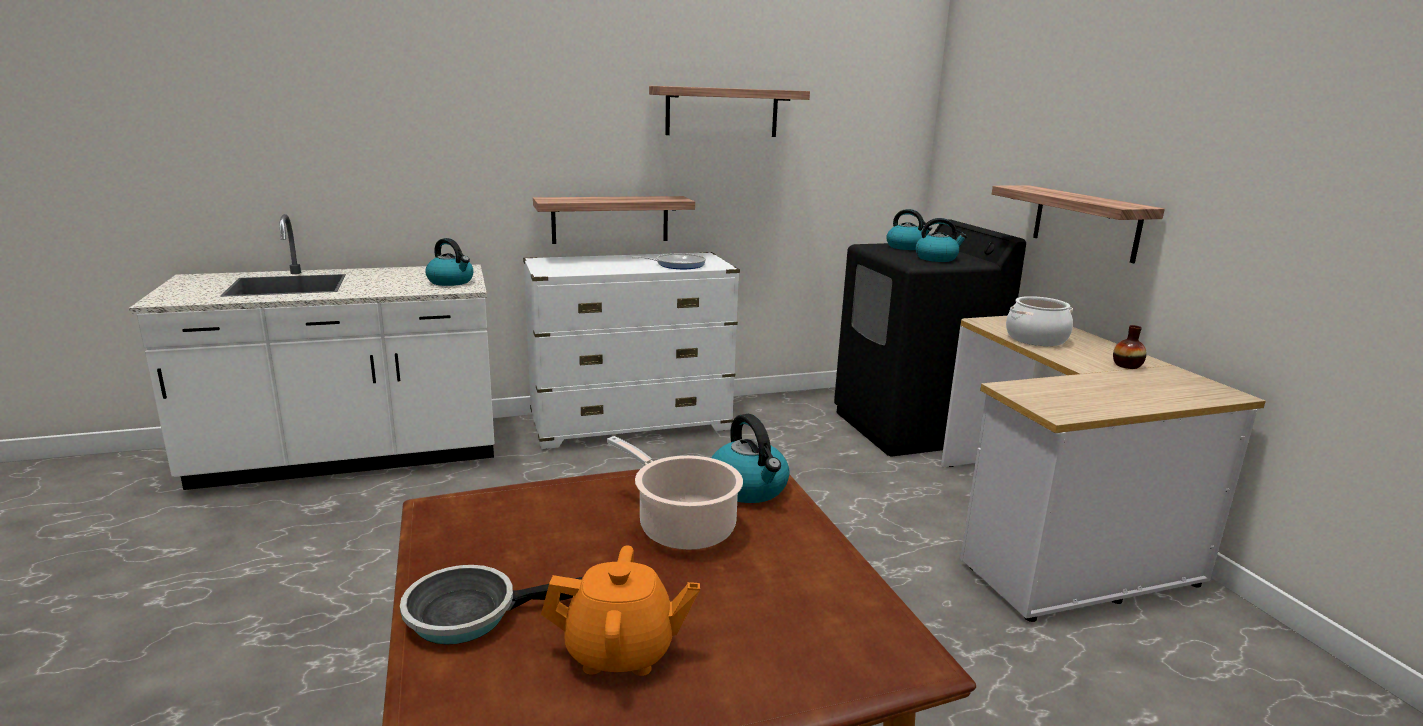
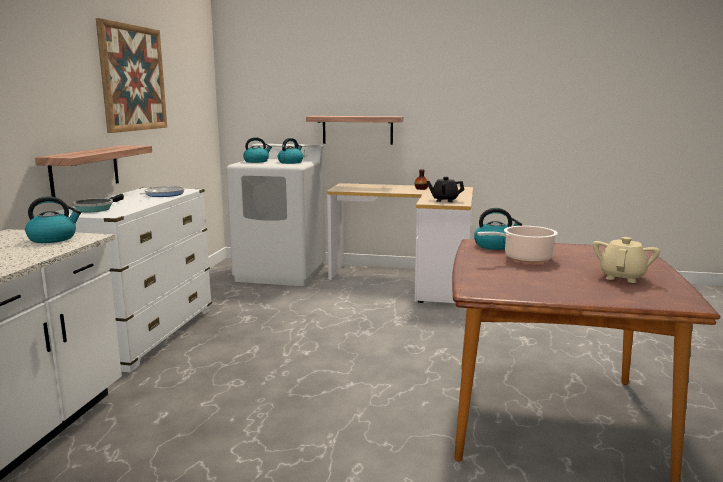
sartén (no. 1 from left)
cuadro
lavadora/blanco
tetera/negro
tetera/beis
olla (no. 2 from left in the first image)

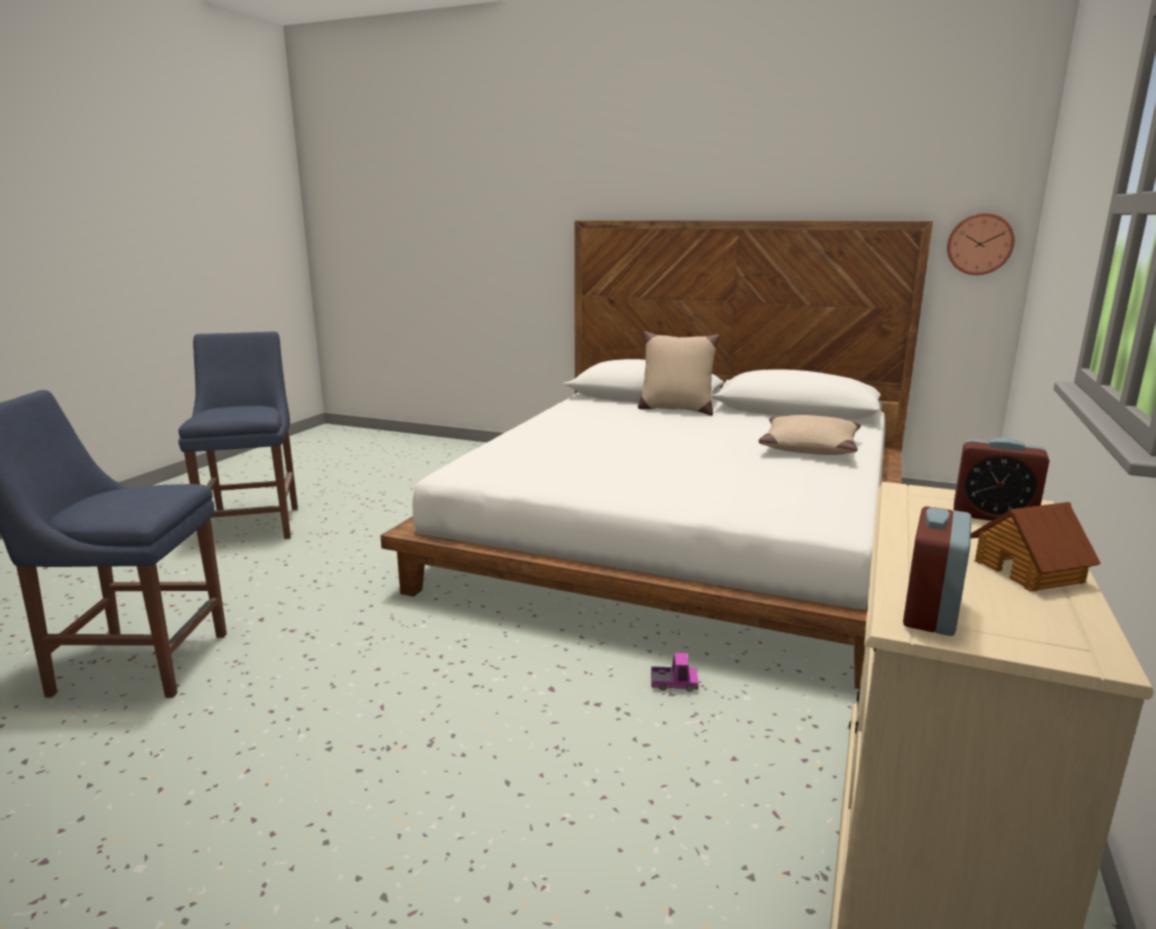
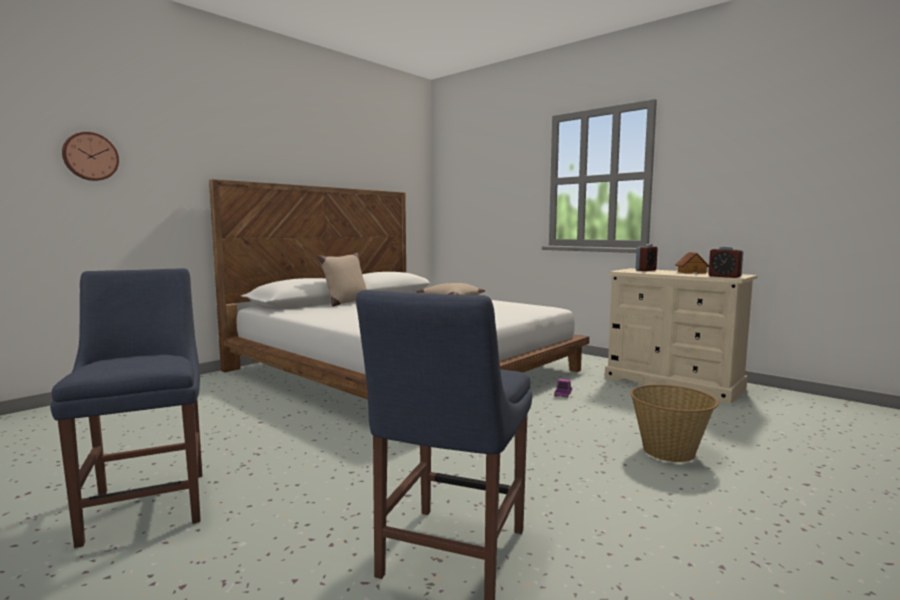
silla/azul (no. 1 from left)
reloj de pared
cesta

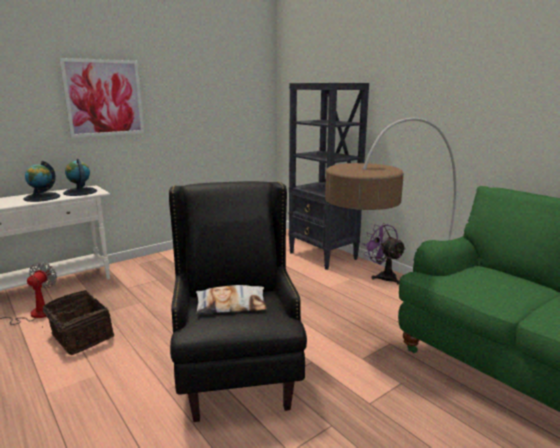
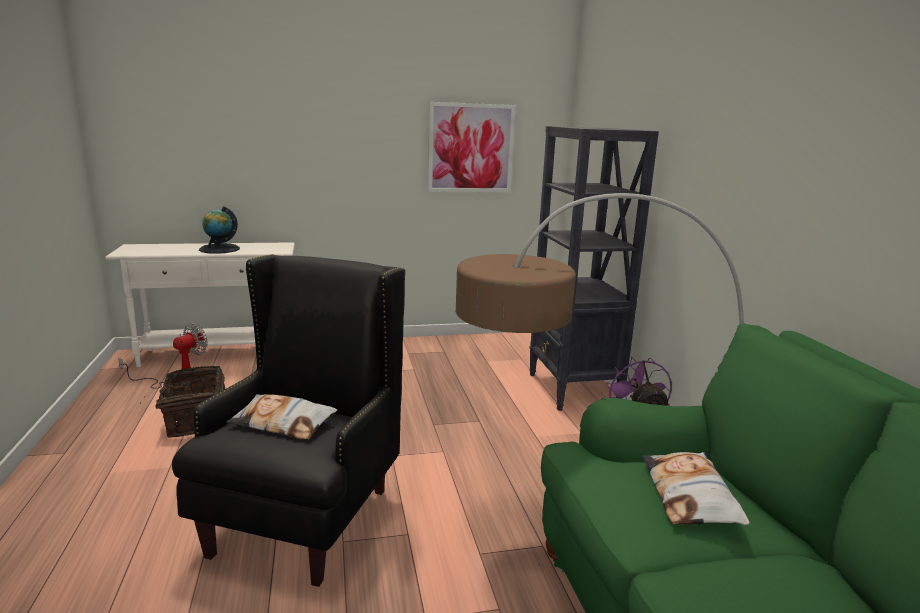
cuadro
cojín (no. 2 from left)
globo terráqueo (no. 2 from left in the first image)

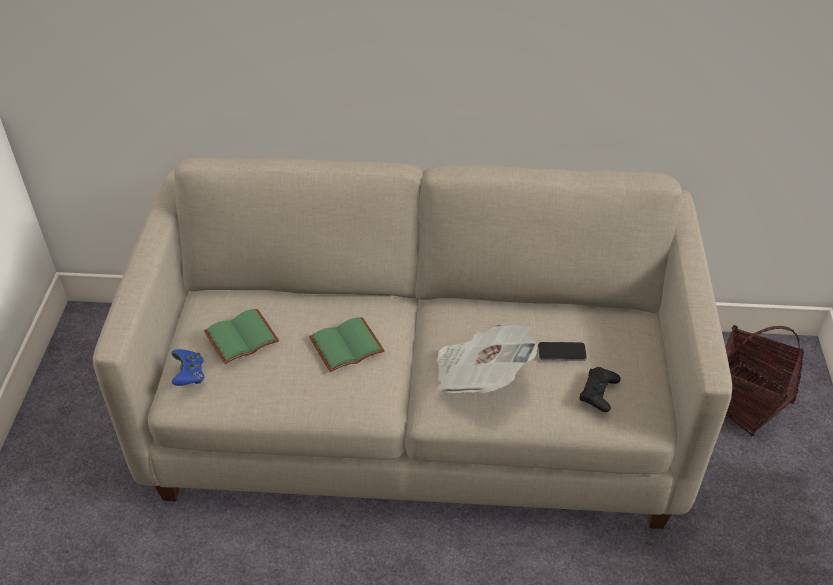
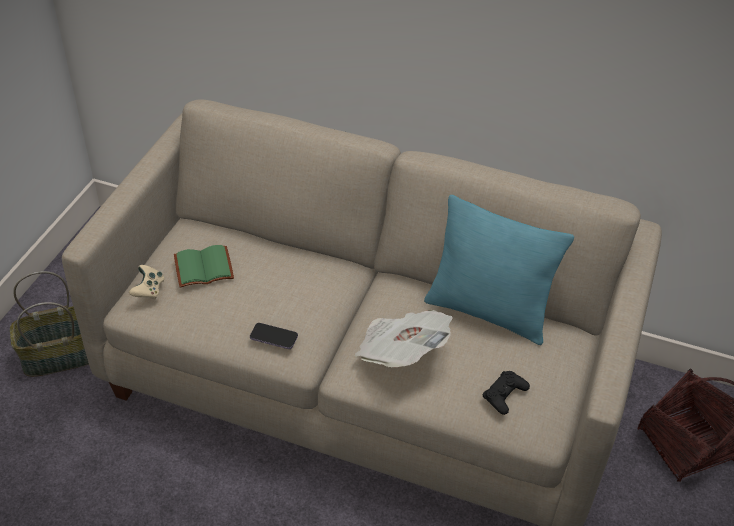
cesta (no. 1 from left)
mando de consola/beis
móvil
cojín/turquesa
libro/verde (no. 2 from left in the first image)

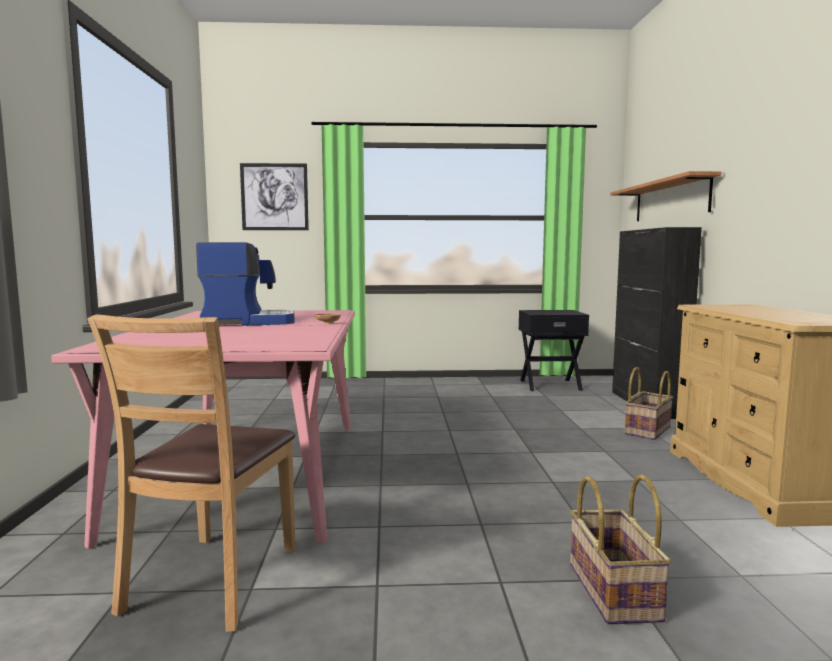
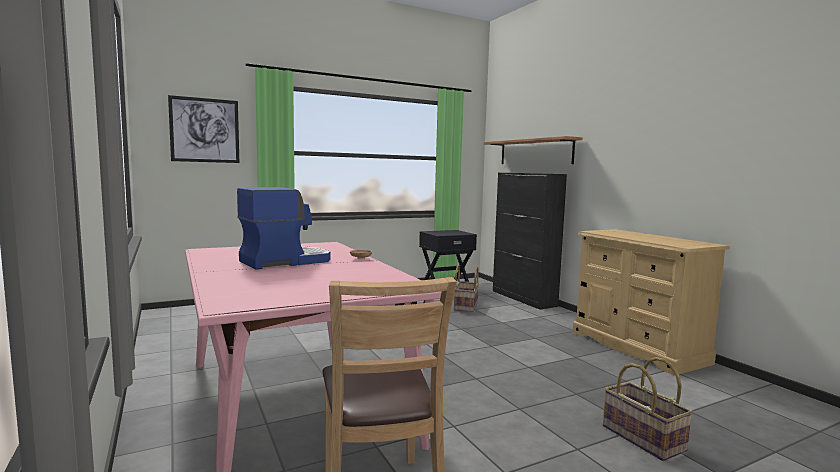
cesta (no. 1 from left)

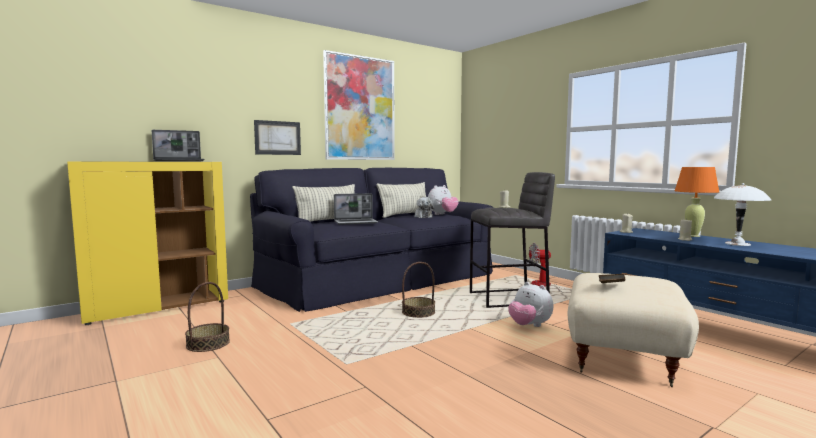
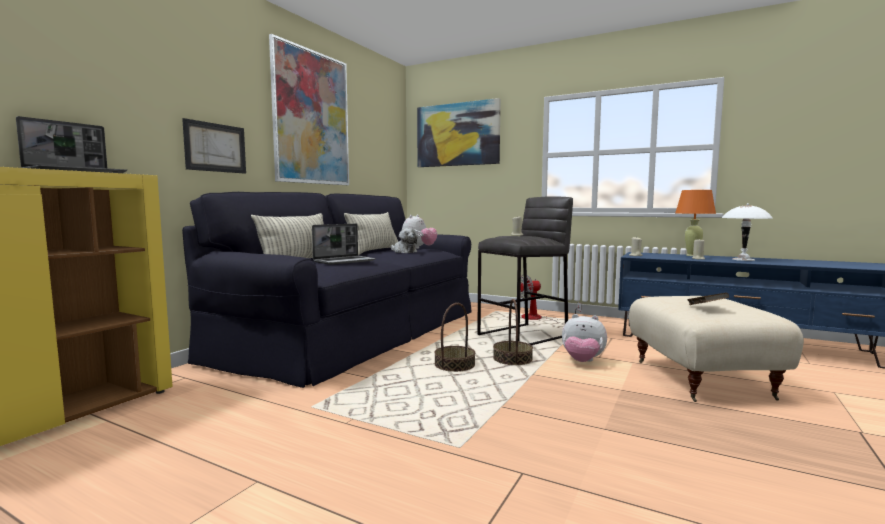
cuadro (no. 3 from left)
cesta (no. 2 from left)

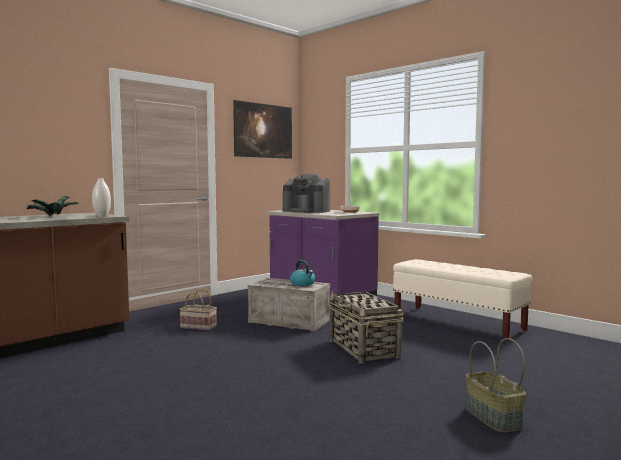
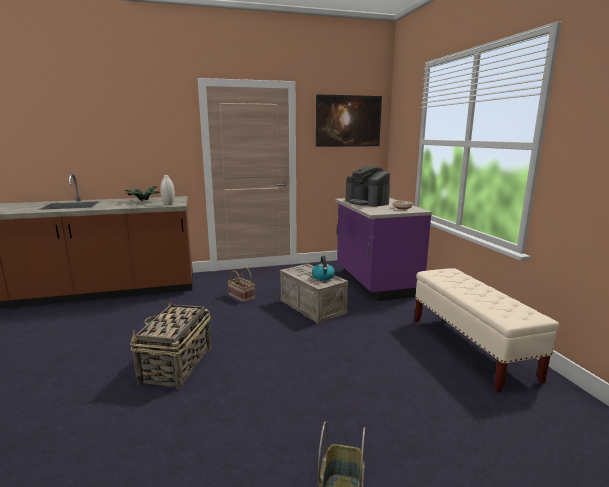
cesta (no. 1 from left)

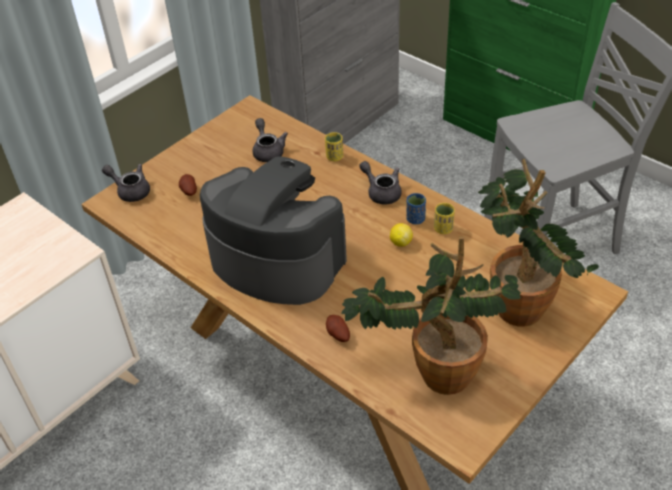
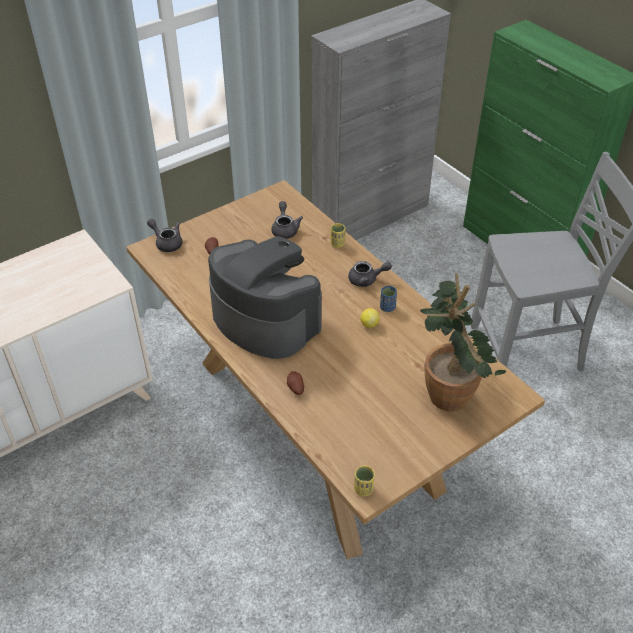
tetera/gris (no. 3 from left)
taza/amarillo (no. 2 from left)
planta en maceta (no. 1 from left in the first image)

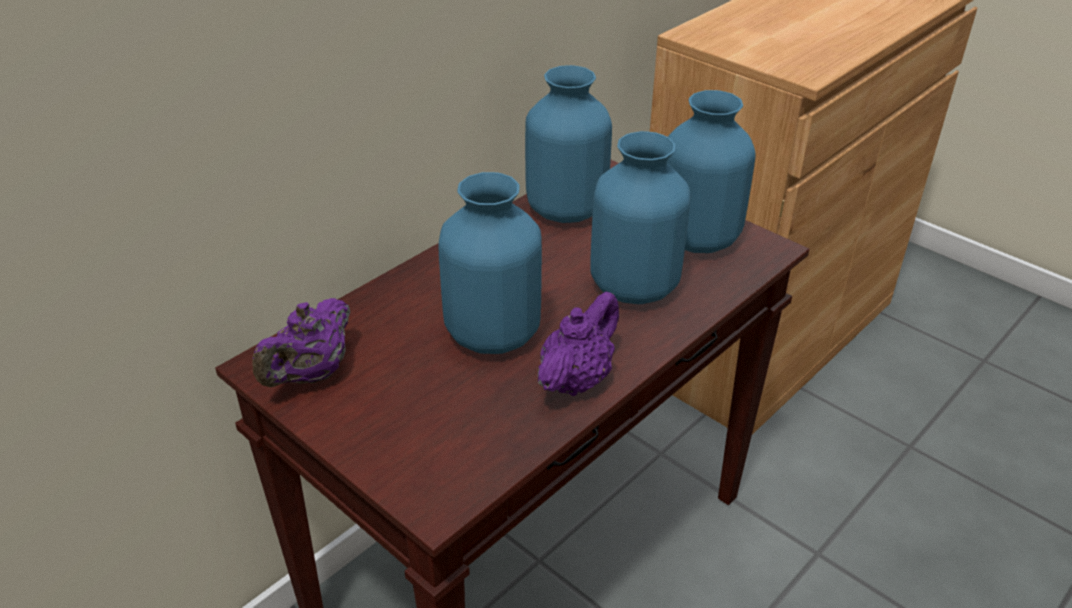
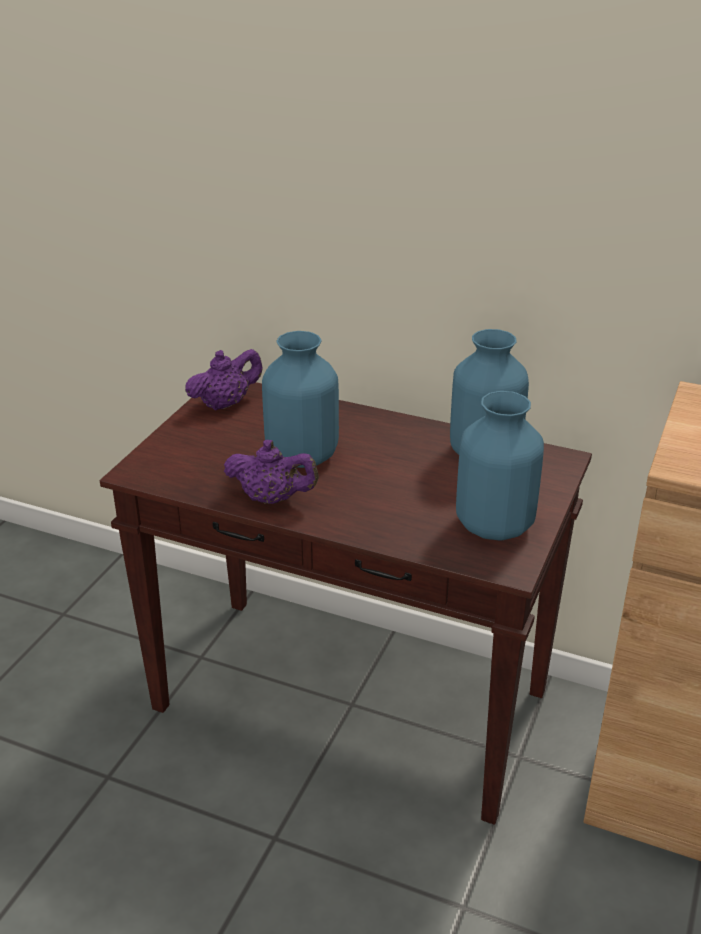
tetera/morado (no. 1 from left)
florero/azul (no. 3 from left in the first image)

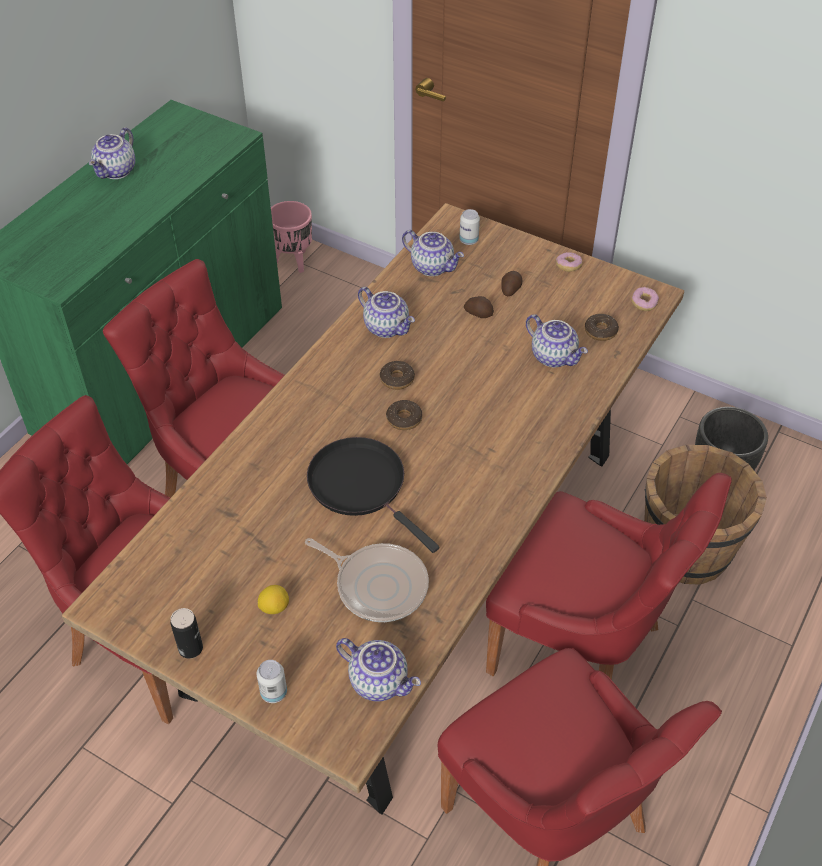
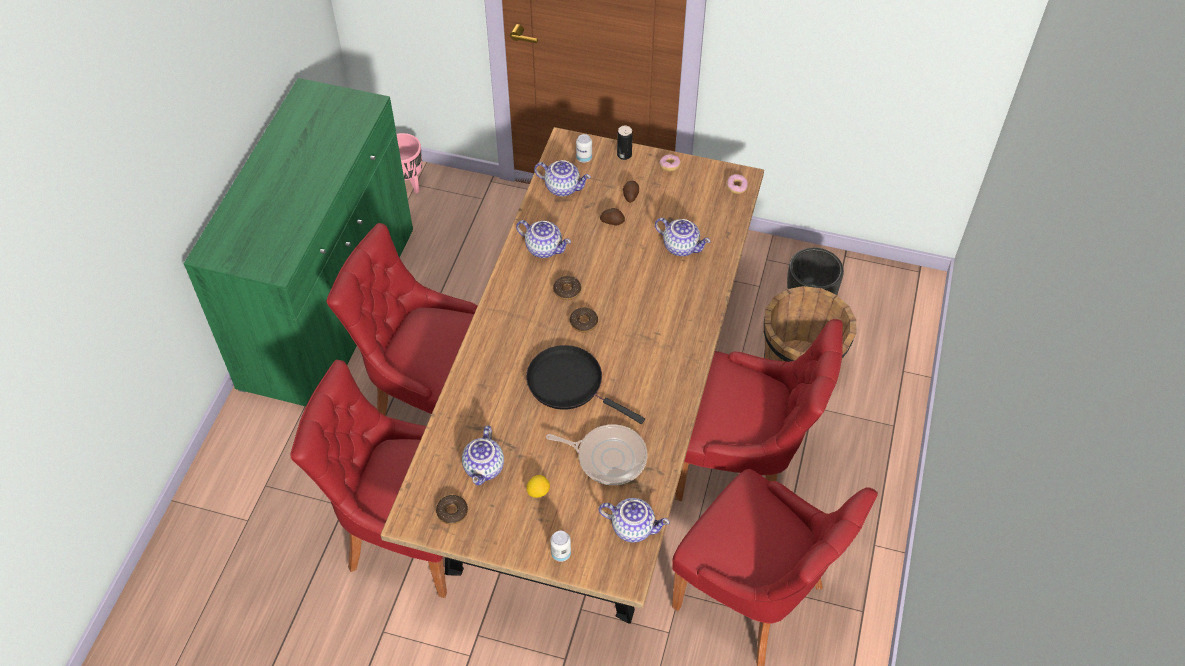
rosquilla (no. 1 from left)
tetera (no. 1 from left)
lata (no. 3 from left)

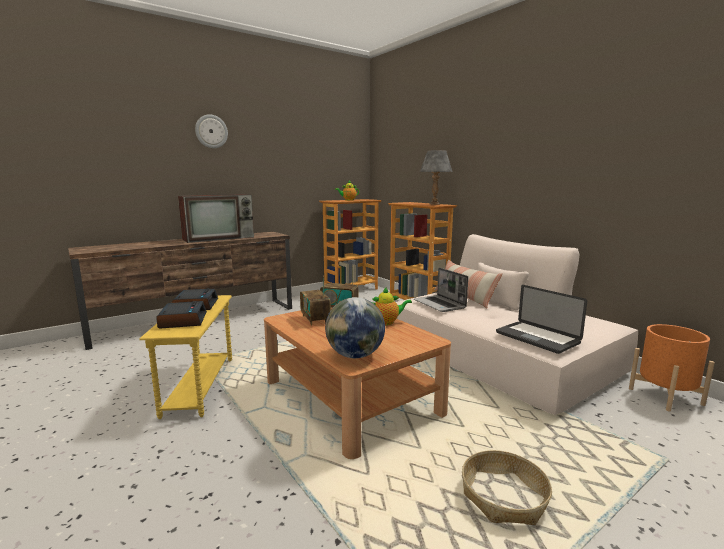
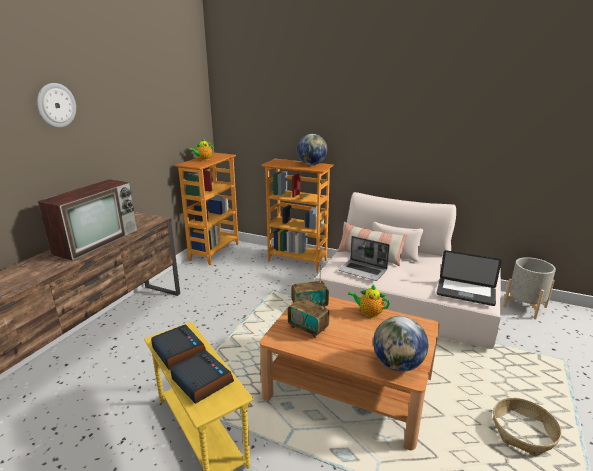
globo terráqueo (no. 1 from left)
tetera (no. 2 from left)
maceta/gris

